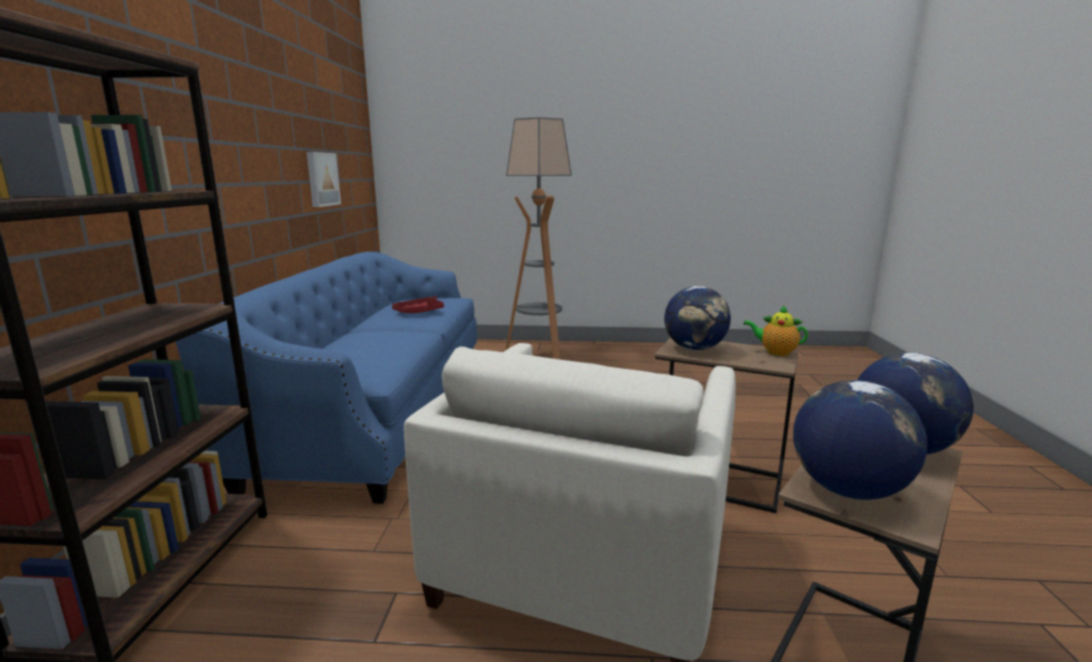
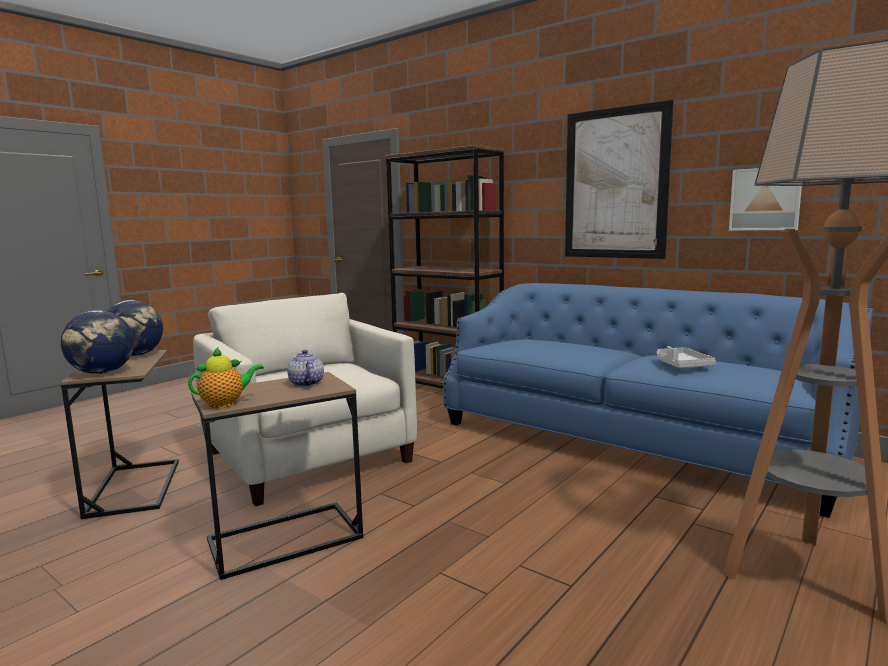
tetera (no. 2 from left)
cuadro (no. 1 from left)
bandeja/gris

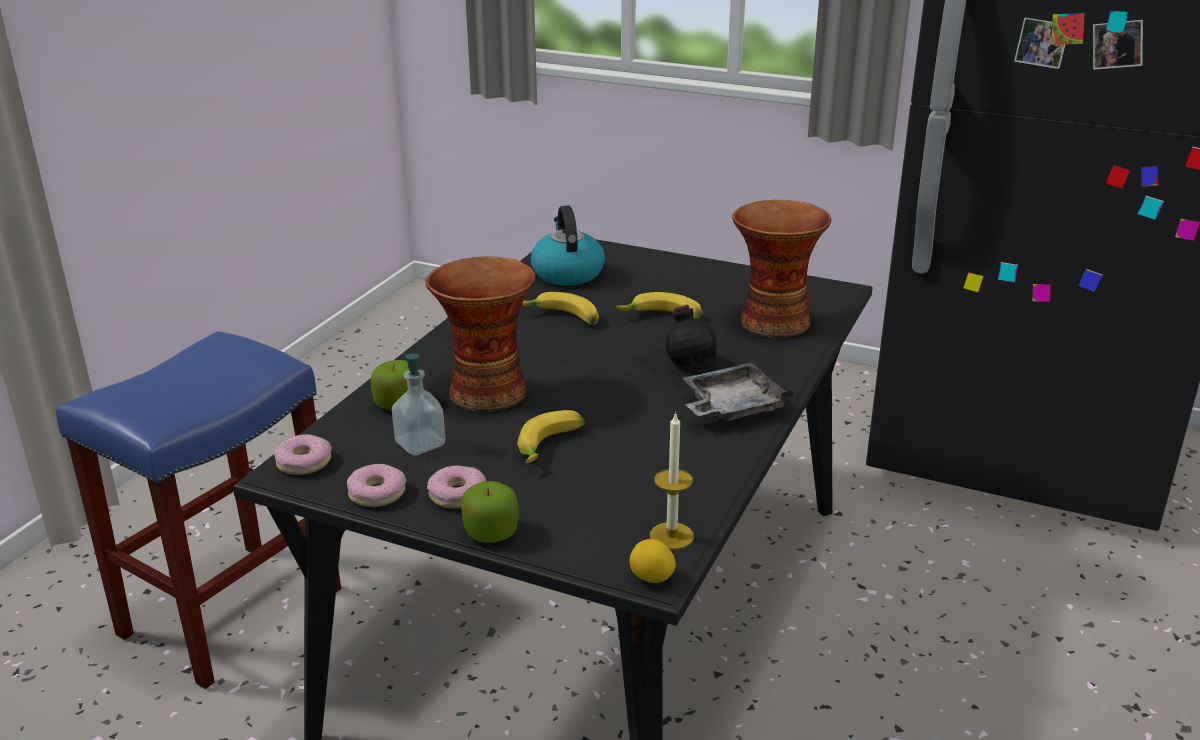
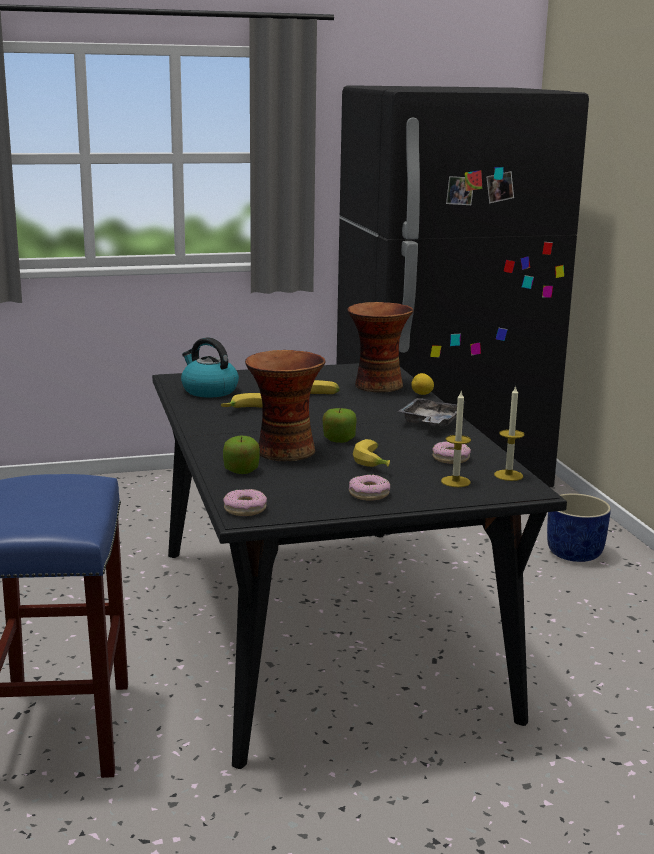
manzana (no. 2 from left)
limón
rosquilla (no. 3 from left)
vela (no. 1 from left)
maceta/azul
dispensador de jabón
botella/negro

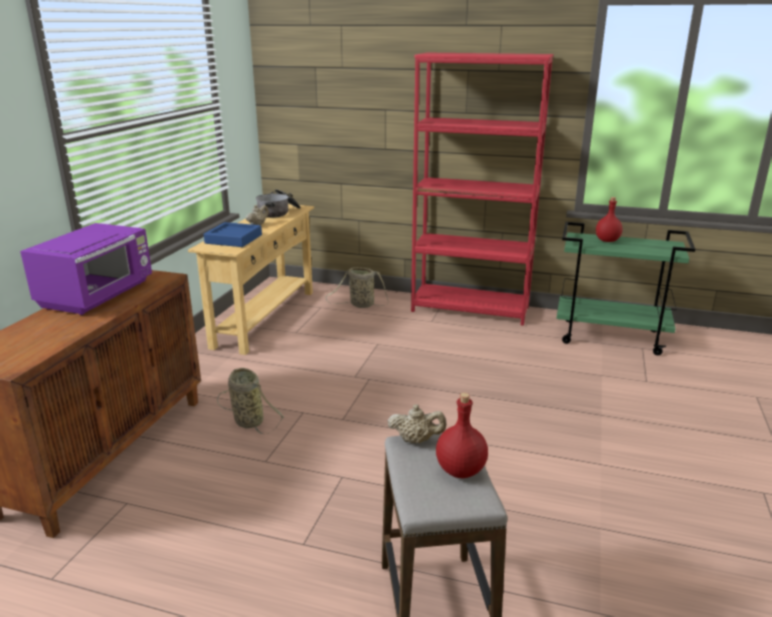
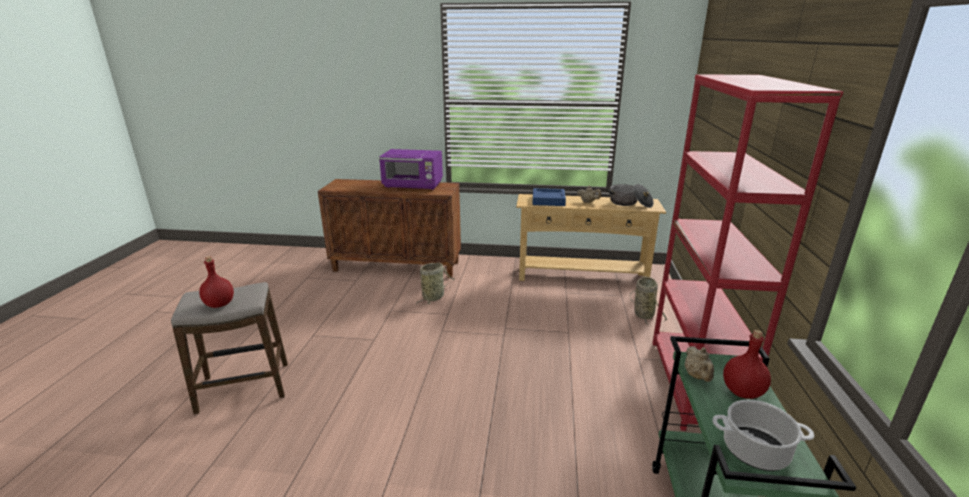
tetera/beis (no. 2 from left)
olla (no. 2 from left)

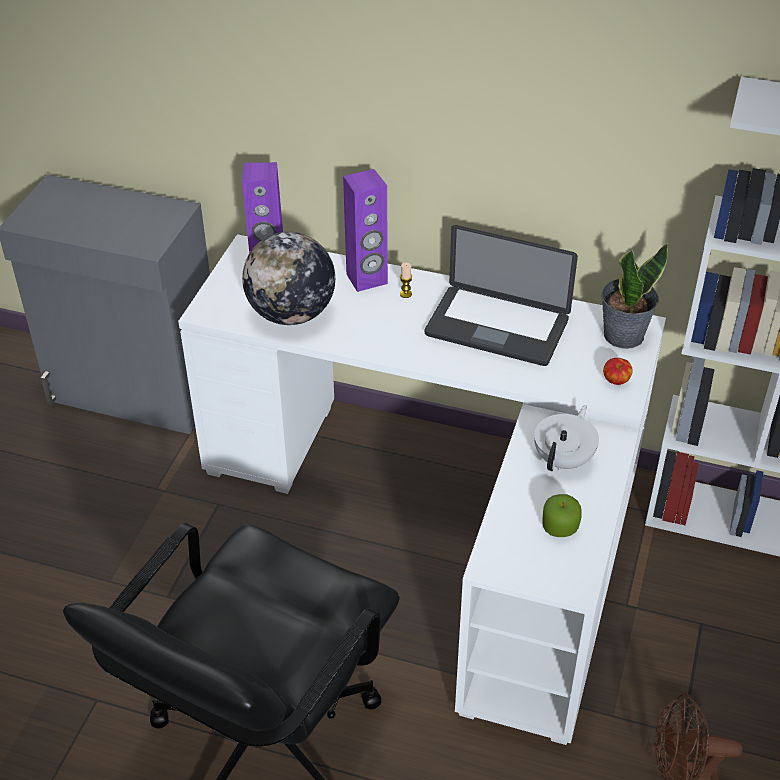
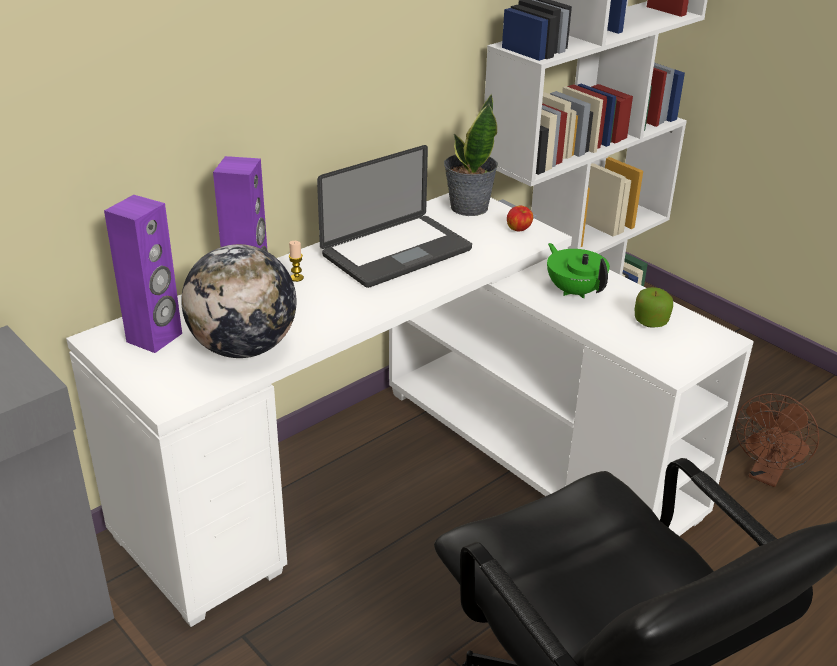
tetera/verde

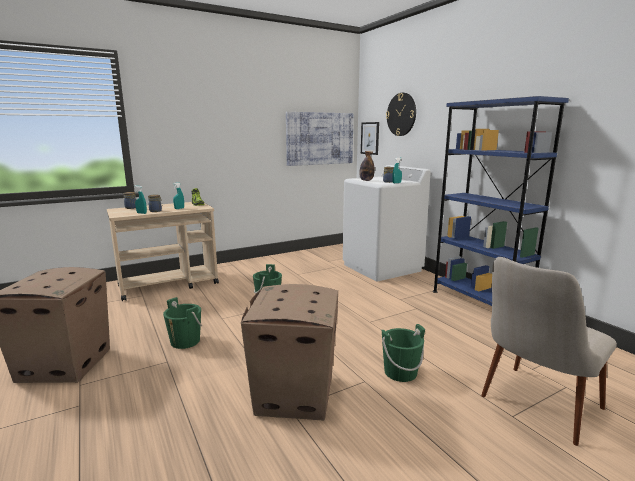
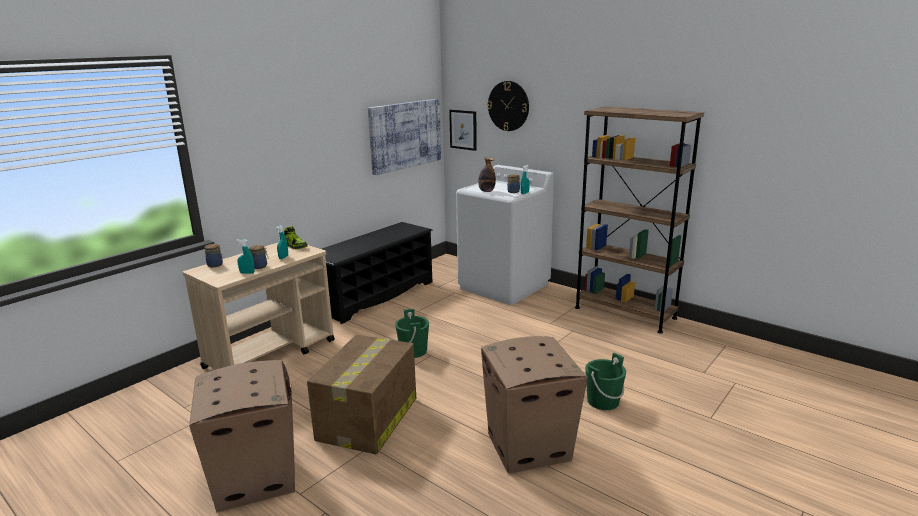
caja de cartón (no. 2 from left)
zapatero/negro
estantería/marrón
silla/beis

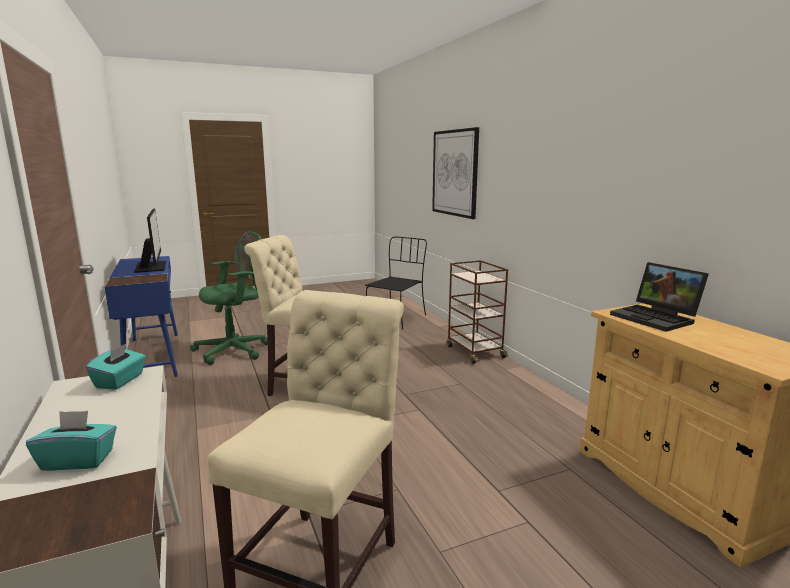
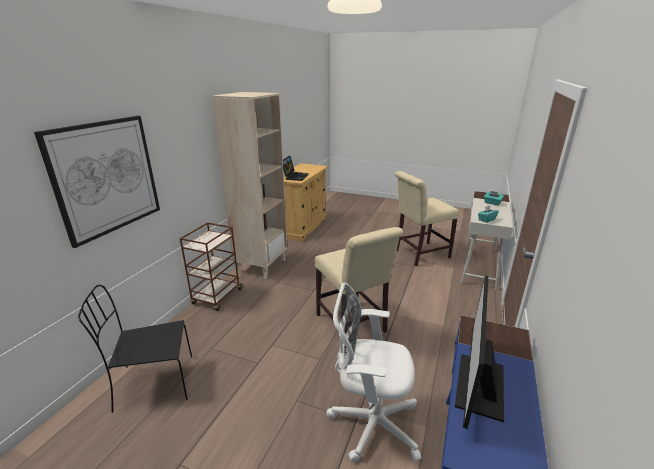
estantería/beis
silla de oficina/blanco

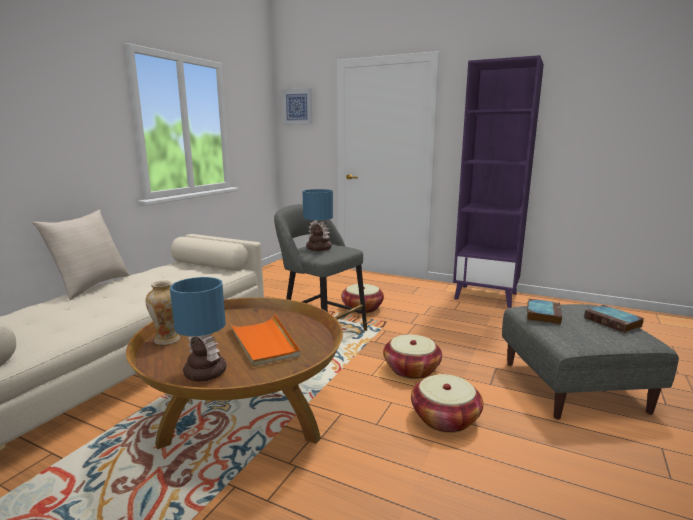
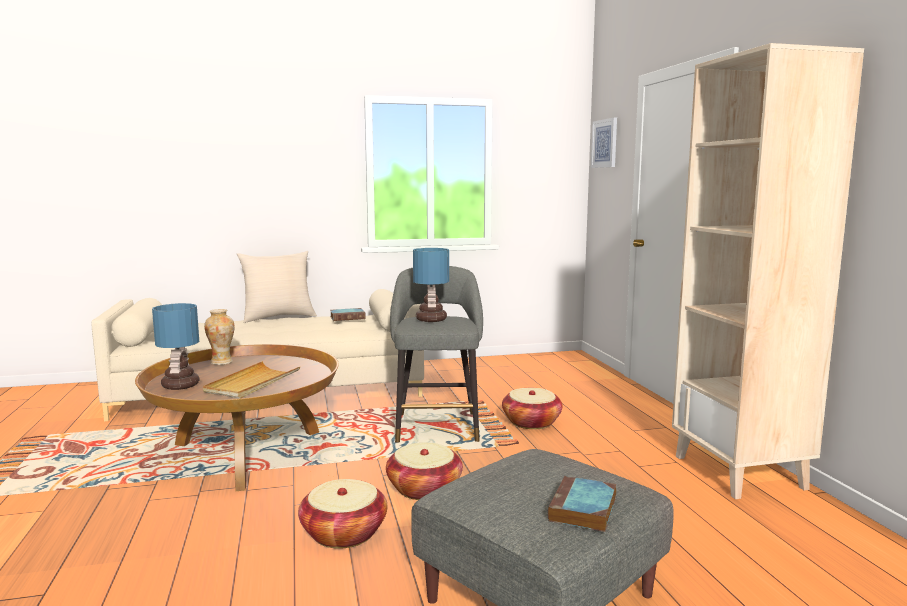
bandeja/beis
libro (no. 1 from left)
estantería/beis

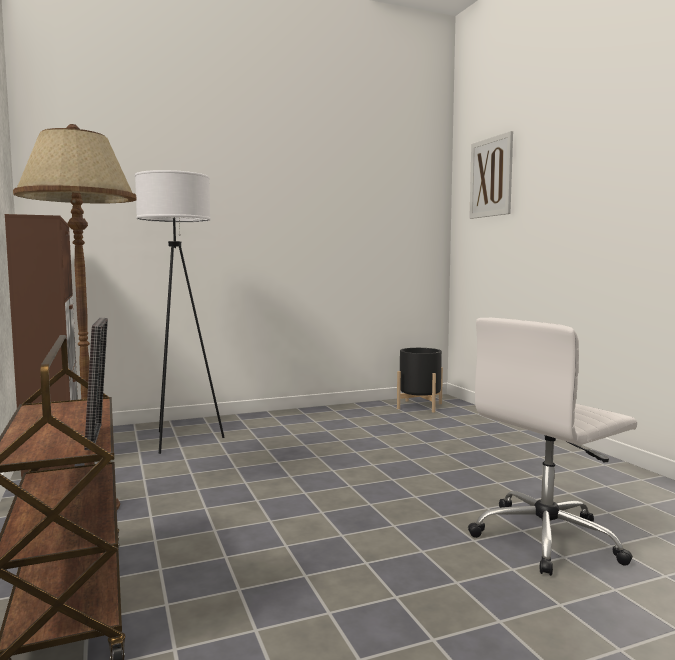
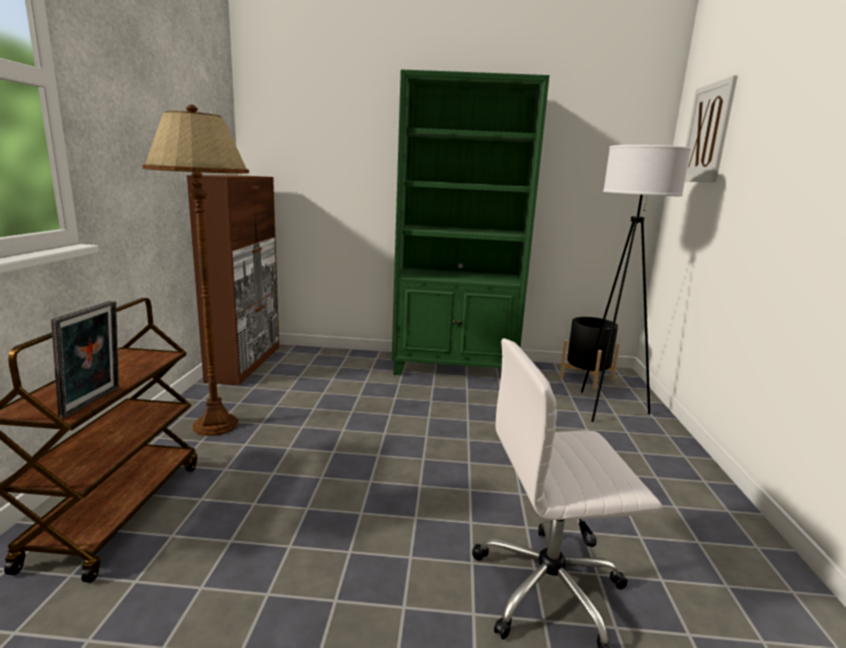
estantería/verde
lámpara de pie/blanco

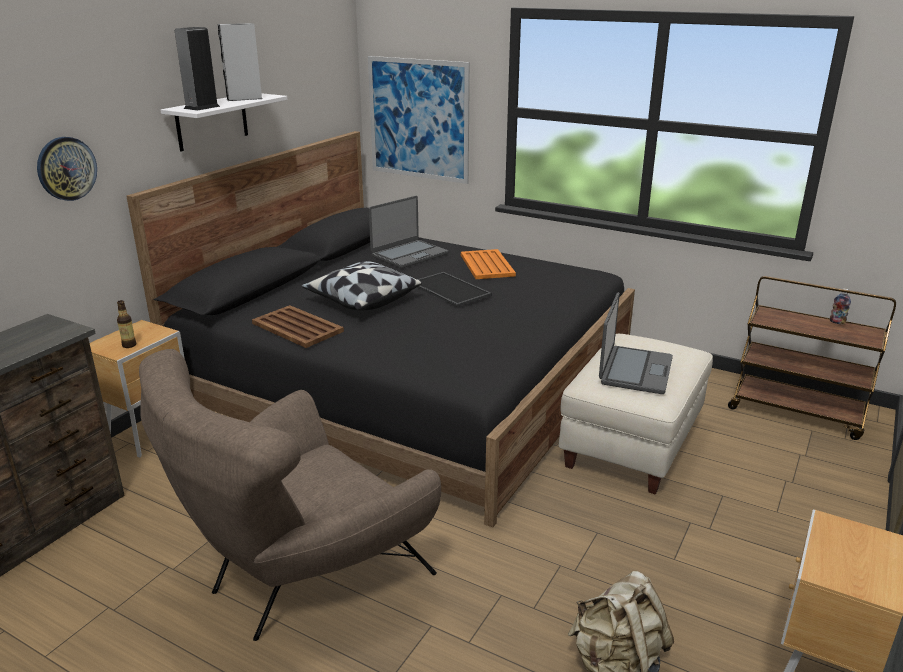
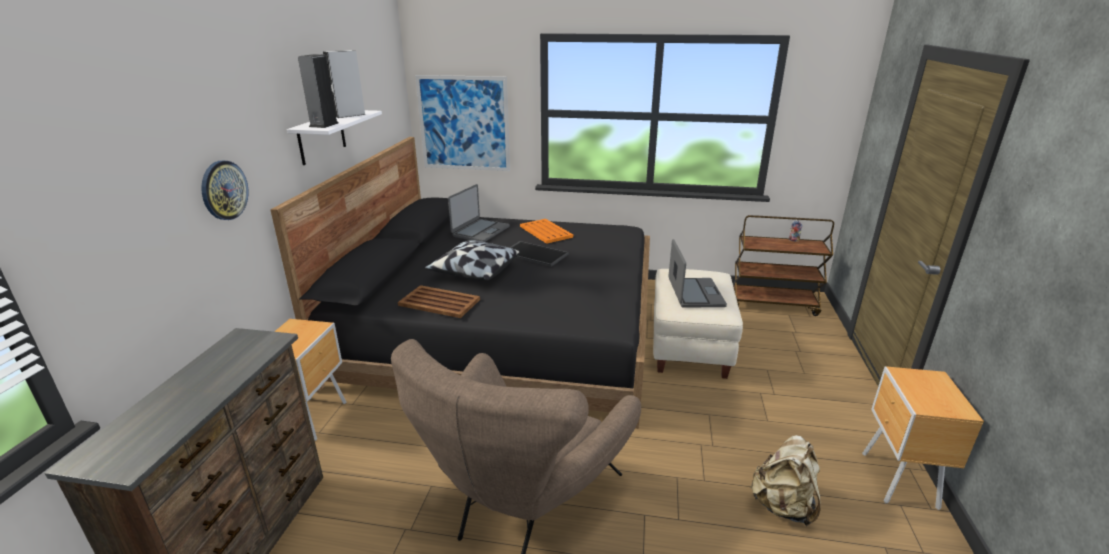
botella (no. 1 from left in the first image)

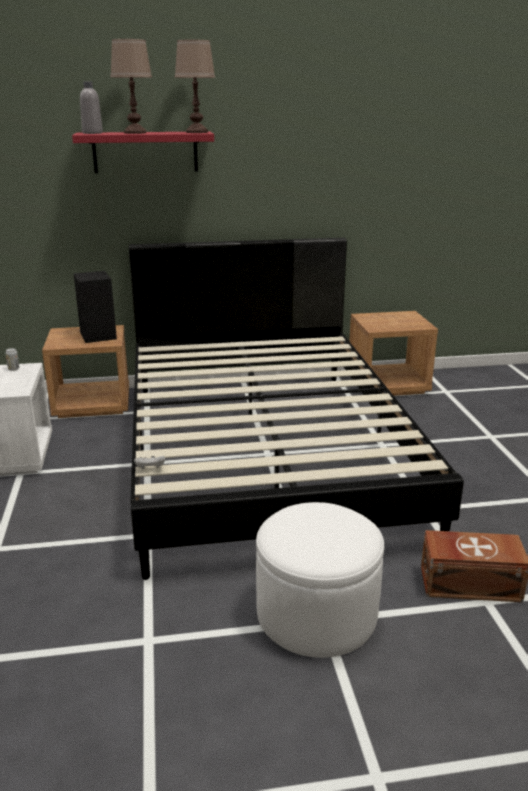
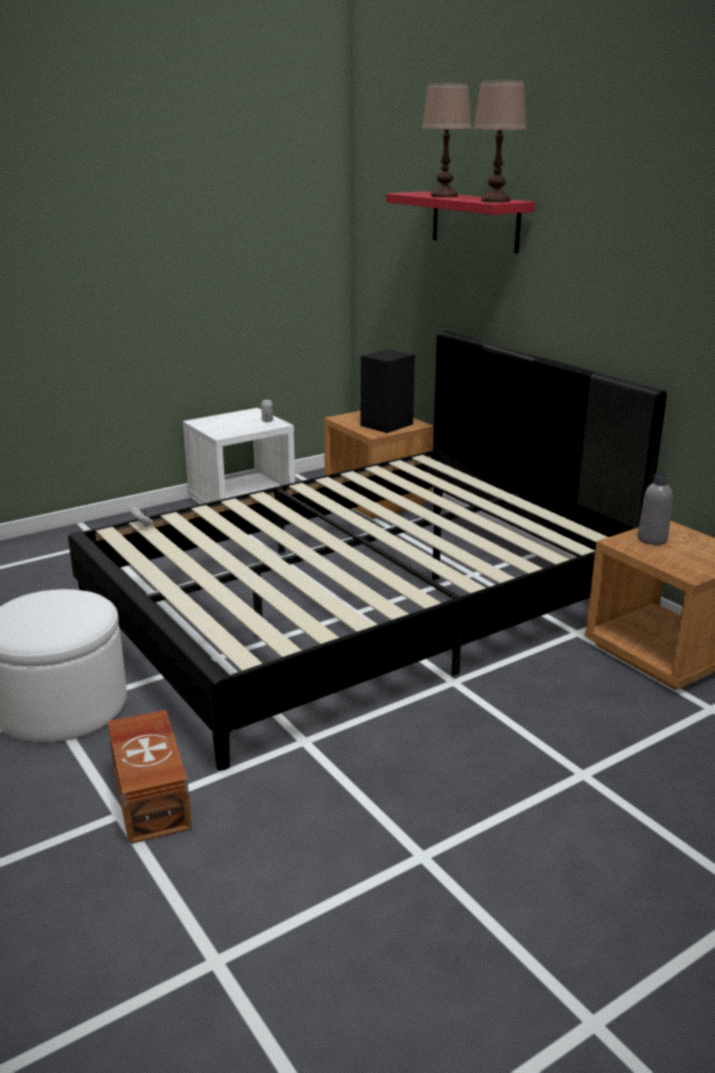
botella/gris

